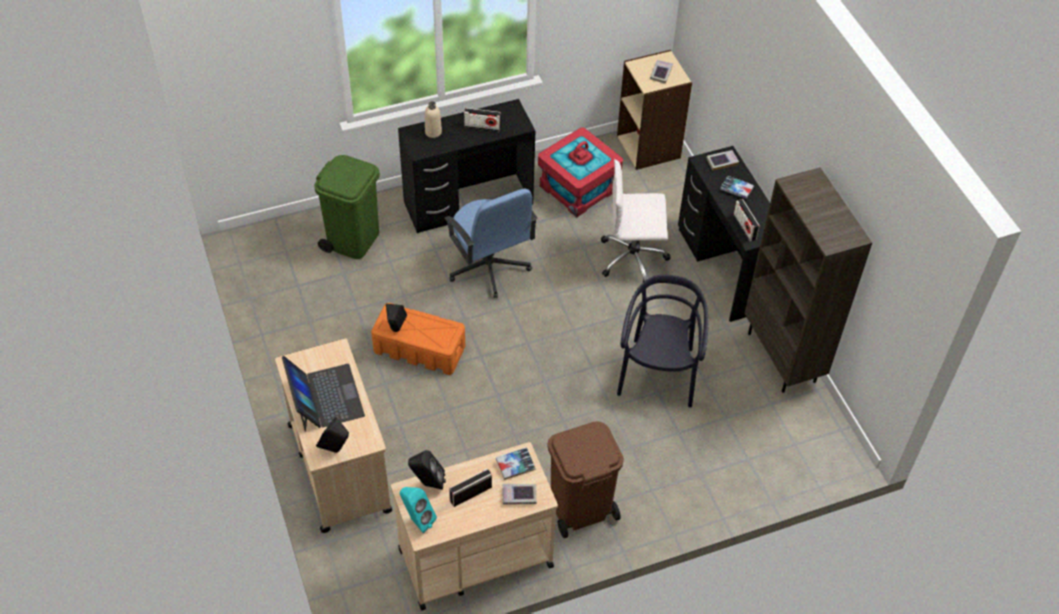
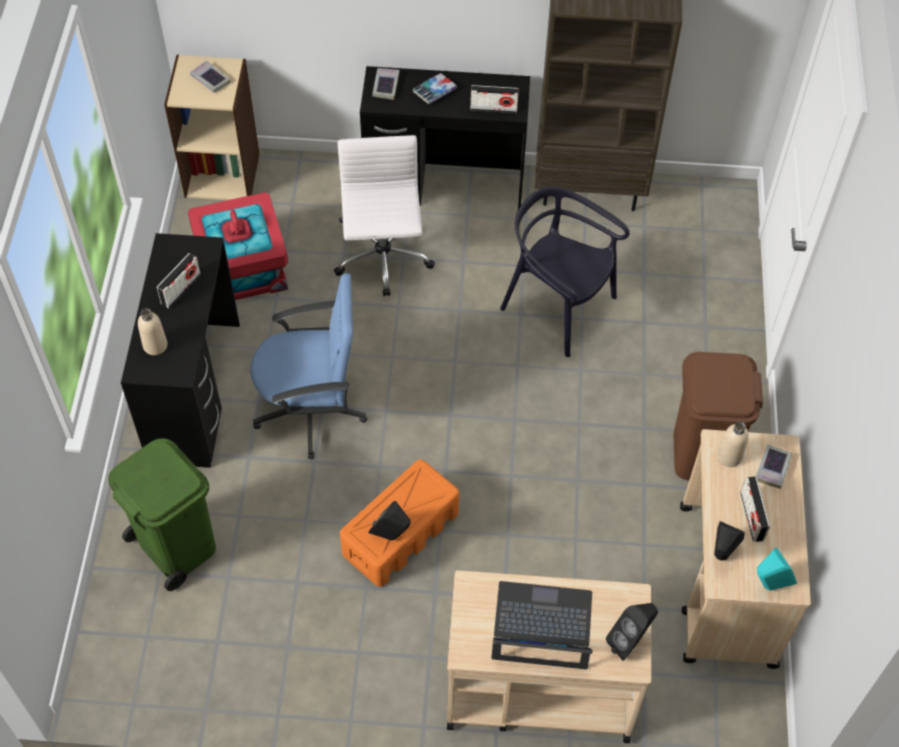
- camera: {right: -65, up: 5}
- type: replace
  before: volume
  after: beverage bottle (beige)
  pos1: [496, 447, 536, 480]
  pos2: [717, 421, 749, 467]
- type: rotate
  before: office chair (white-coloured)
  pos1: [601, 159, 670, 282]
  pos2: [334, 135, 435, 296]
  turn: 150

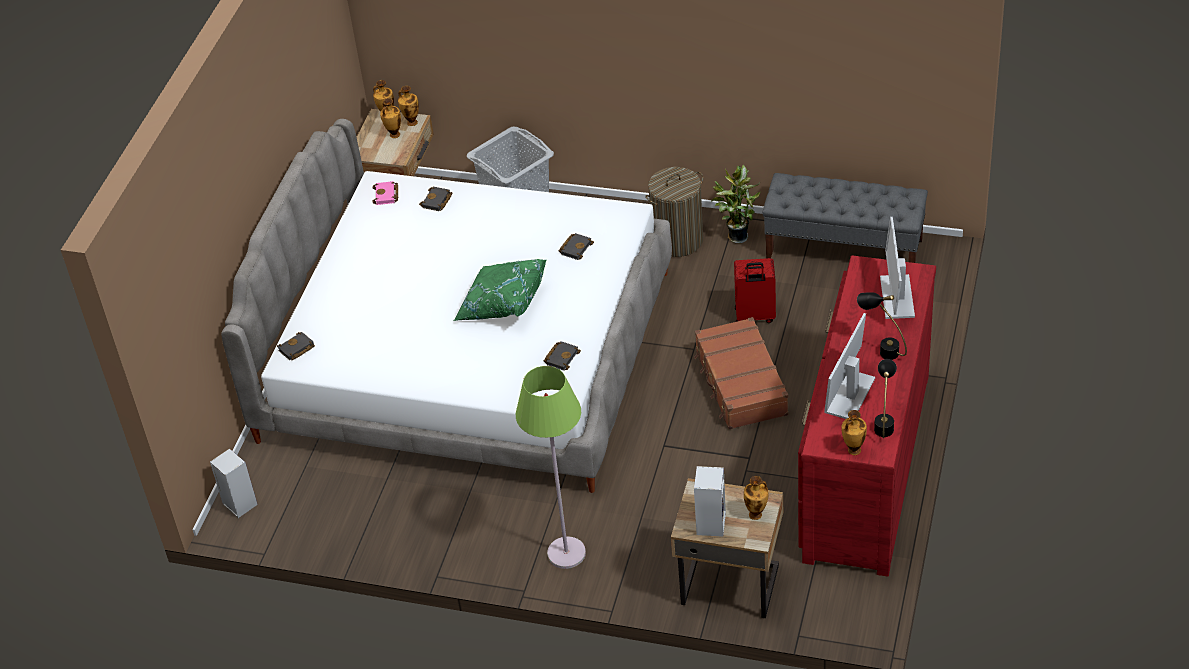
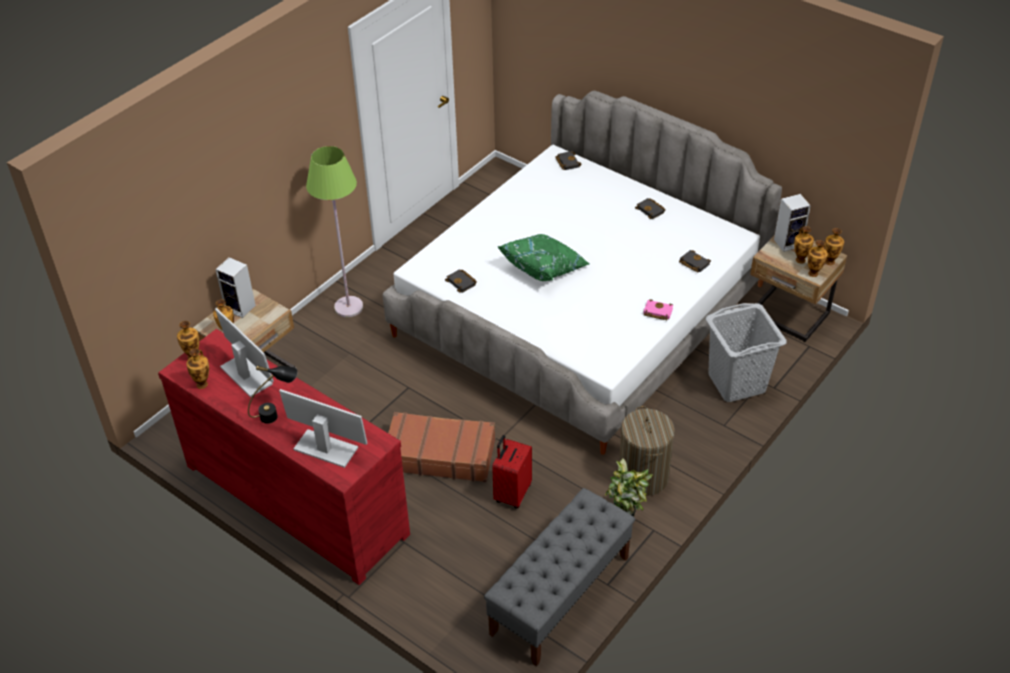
- camera: {right: 110, up: 0}
- type: move
  before: loudspeaker
  pos1: [210, 448, 258, 518]
  pos2: [774, 194, 811, 252]
- type: move
  before: volume (pink-coloured)
  pos1: [373, 181, 398, 205]
  pos2: [643, 299, 673, 320]
- type: move
  before: volume (blackish)
  pos1: [559, 233, 594, 260]
  pos2: [635, 198, 666, 219]
- type: replace
  before: lamp for a table (blackish)
  after: flower vase
  pos1: [874, 359, 897, 438]
  pos2: [186, 348, 209, 389]

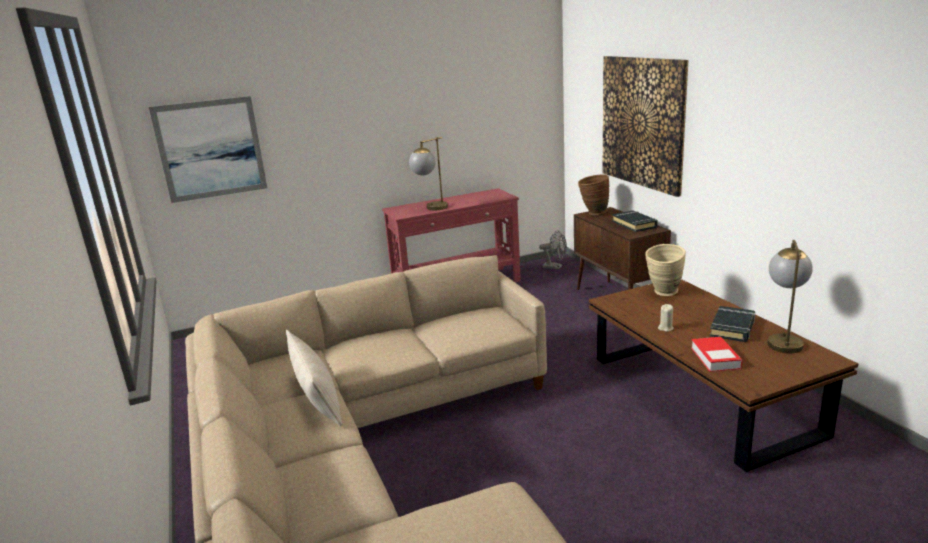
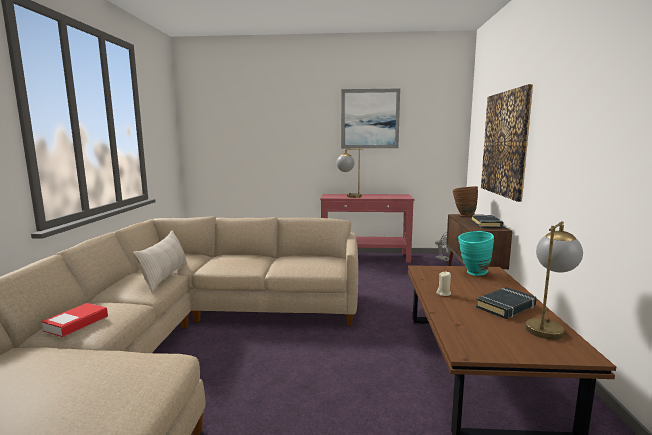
- camera: {right: 25, up: -10}
- type: move
  before: wall art
  pos1: [149, 96, 267, 203]
  pos2: [341, 89, 400, 148]
- type: move
  before: volume
  pos1: [691, 337, 743, 372]
  pos2: [41, 303, 108, 337]
- type: recolor
  before: flower vase (beige)
  after: flower vase (turquoise-coloured)
  pos1: [645, 244, 686, 296]
  pos2: [458, 231, 494, 276]

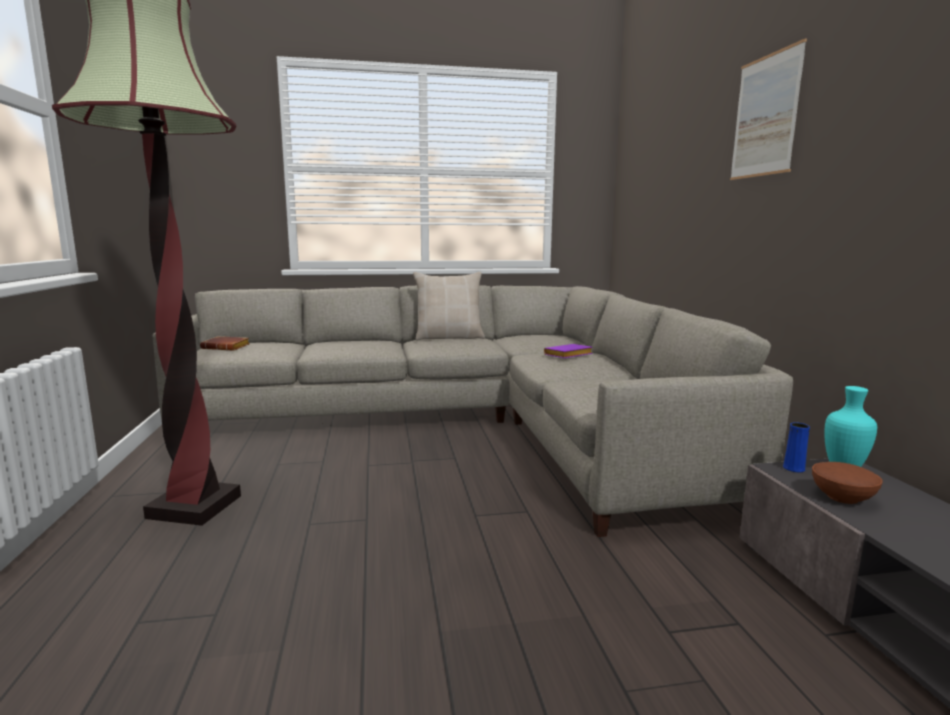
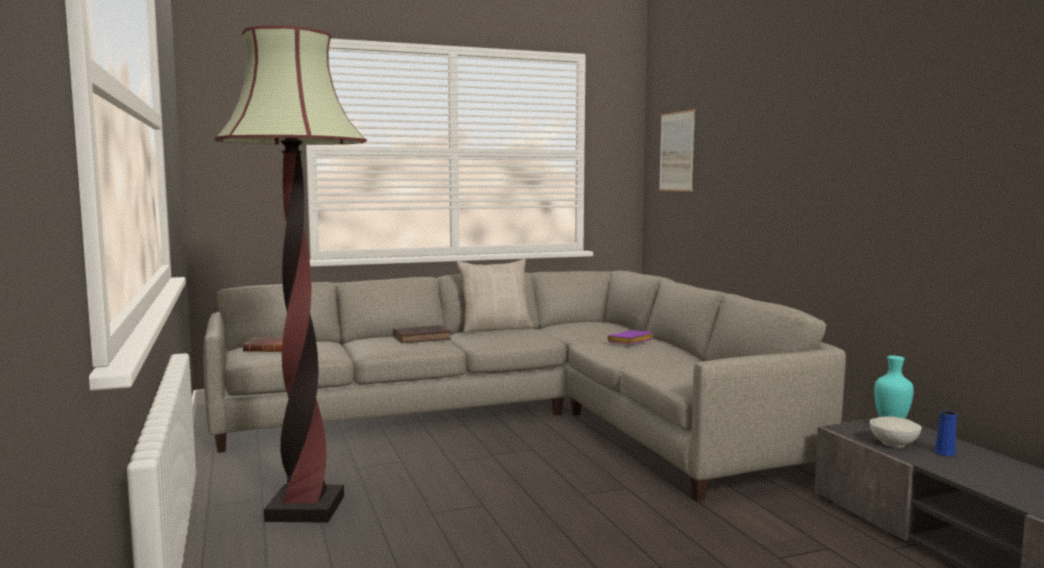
- camera: {right: -10, up: -5}
- type: insert
  after: volume (brown)
  pos2: [393, 325, 451, 343]
- type: move
  before: wall art
  pos1: [730, 38, 807, 180]
  pos2: [659, 109, 695, 192]
- type: move
  before: flower vase (blue-coloured)
  pos1: [783, 422, 810, 472]
  pos2: [935, 410, 957, 456]
- type: recolor
  before: serving bowl (brown)
  after: serving bowl (white-coloured)
  pos1: [812, 462, 883, 504]
  pos2: [870, 416, 921, 448]

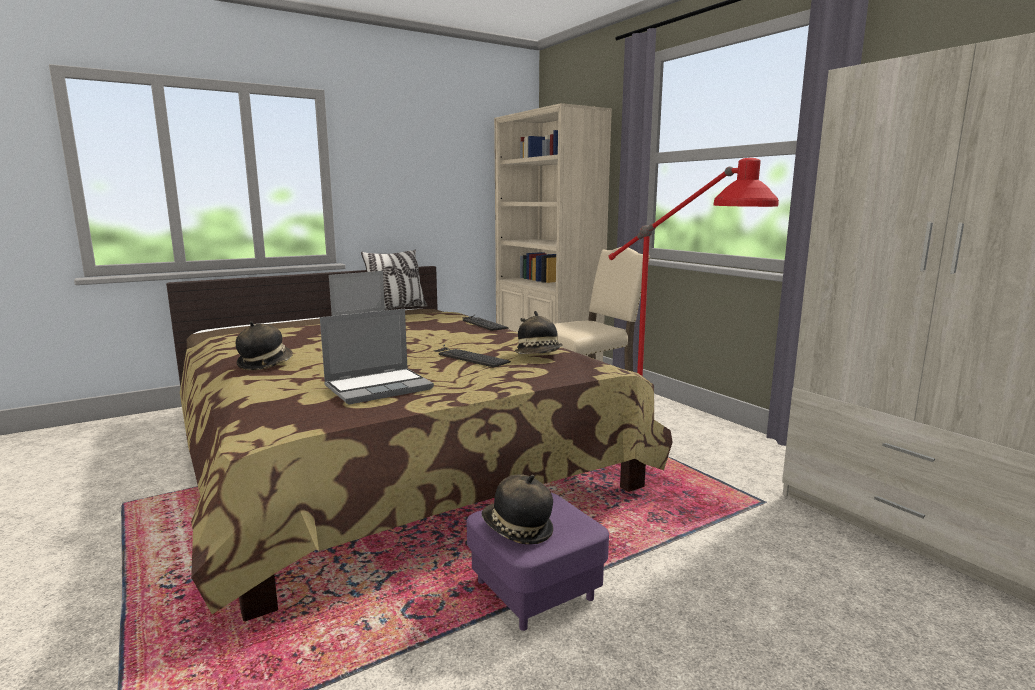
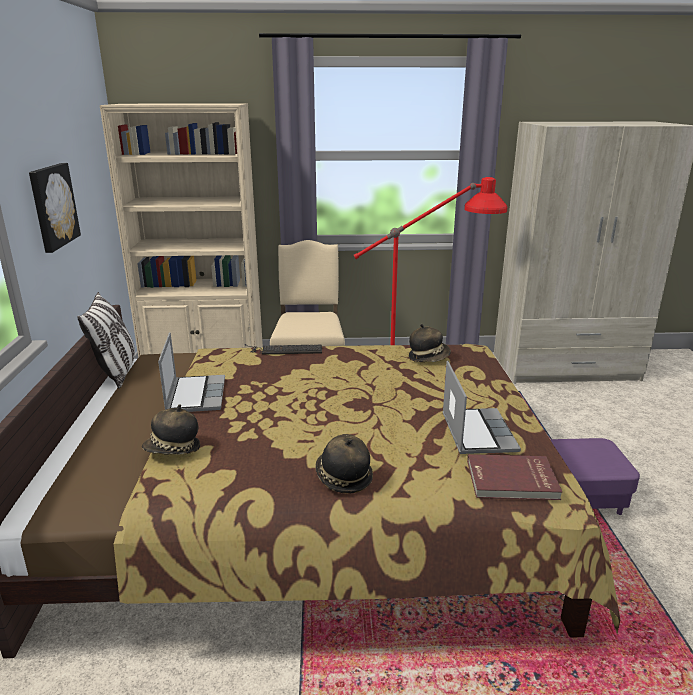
- camera: {right: -60, up: 10}
- type: delete
  before: keyboard
  pos1: [435, 344, 511, 368]
- type: insert
  after: wall art
  pos2: [29, 163, 81, 253]
- type: insert
  after: volume (red-coloured)
  pos2: [467, 454, 563, 500]
- type: move
  before: clothing hat
  pos1: [482, 474, 553, 544]
  pos2: [142, 404, 200, 455]

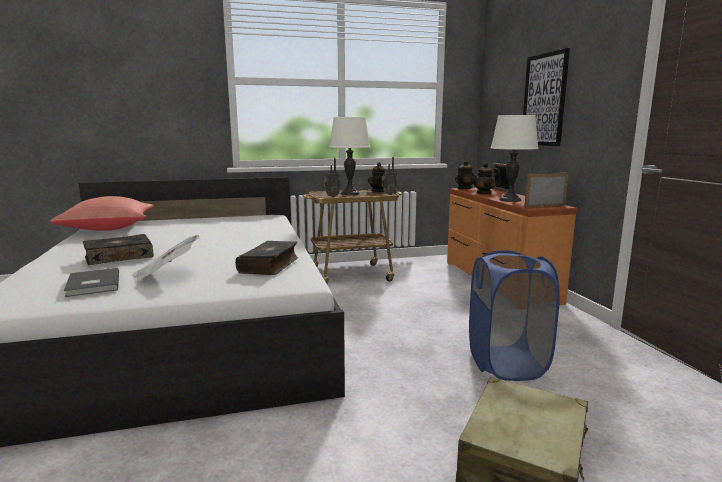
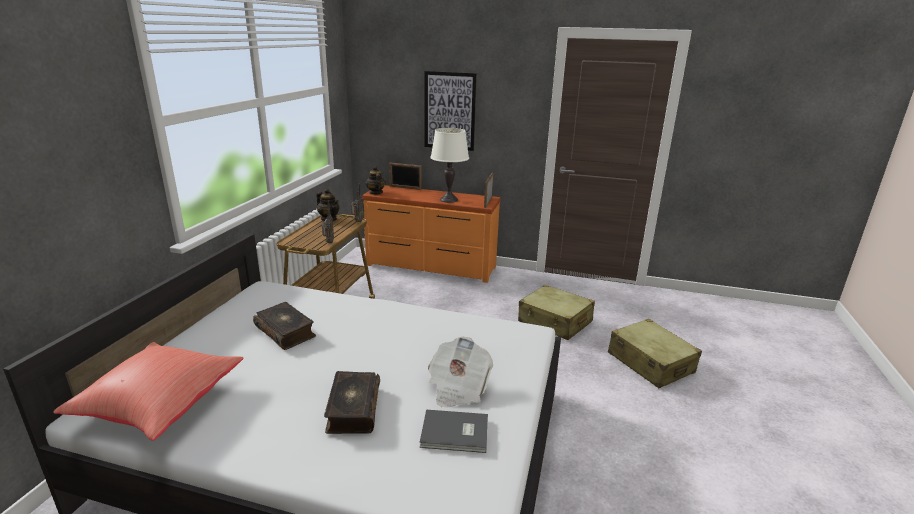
- camera: {right: -60, up: 10}
- type: delete
  before: lamp for a table (white-coloured)
  pos1: [329, 117, 370, 195]
- type: delete
  before: tea pot
  pos1: [469, 163, 501, 194]
- type: move
  before: volume
  pos1: [235, 241, 298, 275]
  pos2: [253, 302, 316, 350]
- type: replace
  before: laundry basket (blue-coloured)
  after: suitcase (beige)
  pos1: [469, 250, 560, 381]
  pos2: [518, 285, 595, 340]

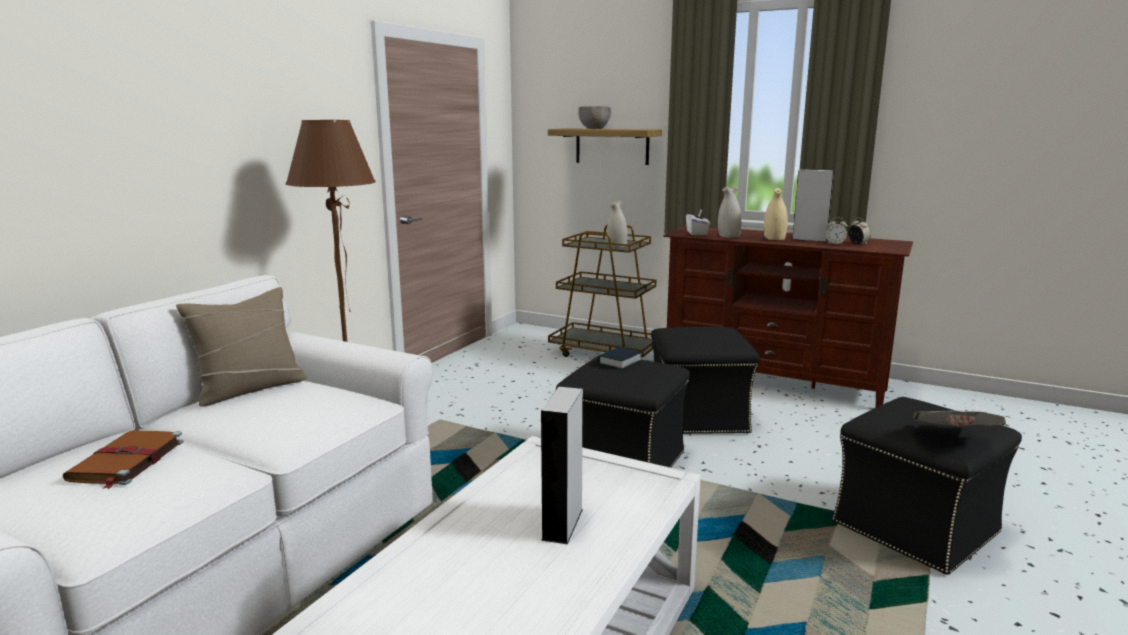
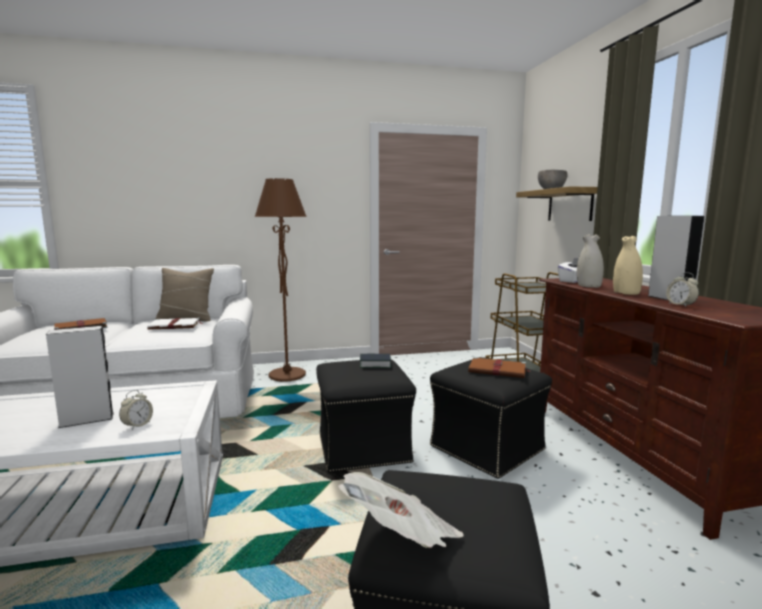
- camera: {right: 50, up: -5}
- type: delete
  before: flower vase (white-coloured)
  pos1: [607, 201, 628, 248]
- type: insert
  after: volume (white-coloured)
  pos2: [147, 317, 203, 330]
- type: insert
  after: volume (brown)
  pos2: [468, 357, 530, 378]
- type: move
  before: alarm clock
  pos1: [849, 218, 871, 244]
  pos2: [119, 390, 153, 430]

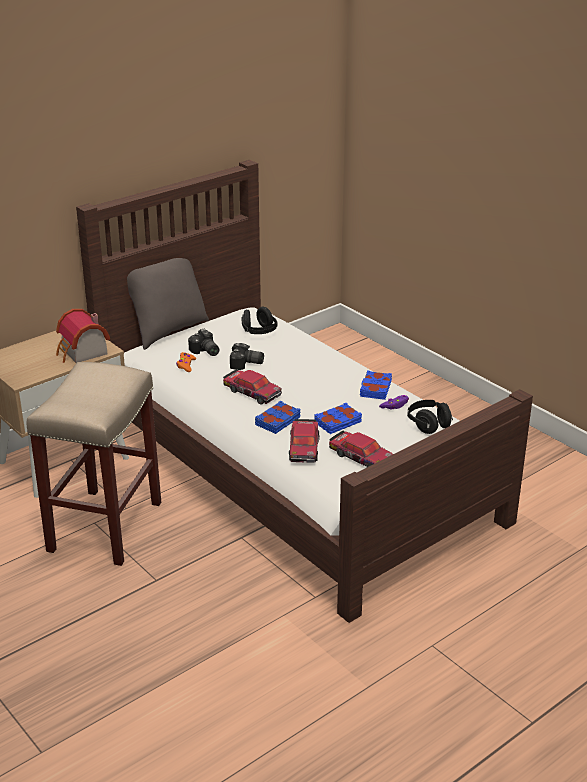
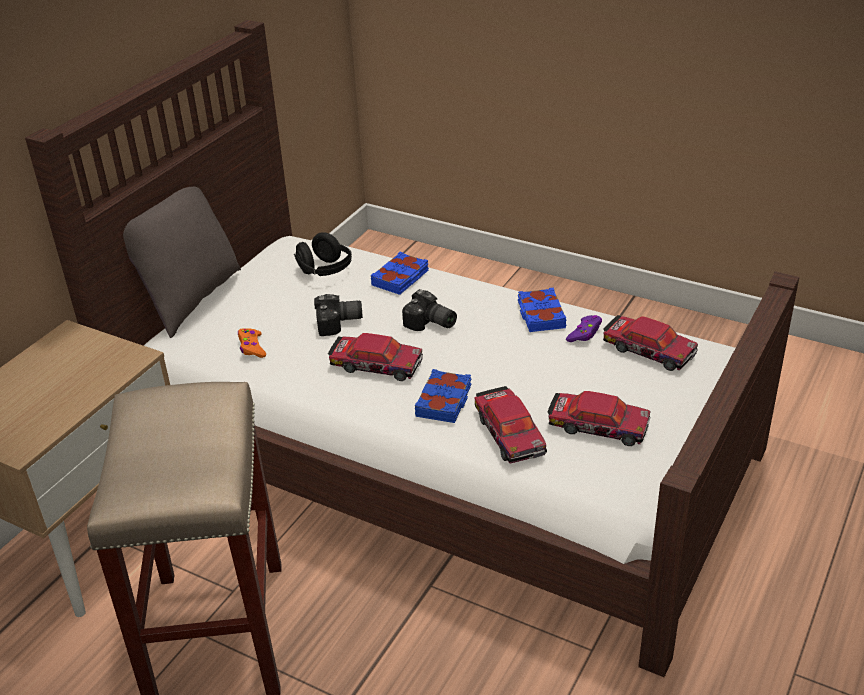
- camera: {right: -20, up: 5}
- type: delete
  before: model house
  pos1: [56, 309, 110, 363]
- type: move
  before: still camera
  pos1: [188, 329, 219, 356]
  pos2: [402, 289, 457, 331]
- type: move
  before: volume (blue-coloured)
  pos1: [314, 403, 362, 434]
  pos2: [371, 252, 429, 295]
- type: replace
  before: headphones (blackish)
  after: model car
  pos1: [407, 400, 453, 434]
  pos2: [603, 315, 698, 371]

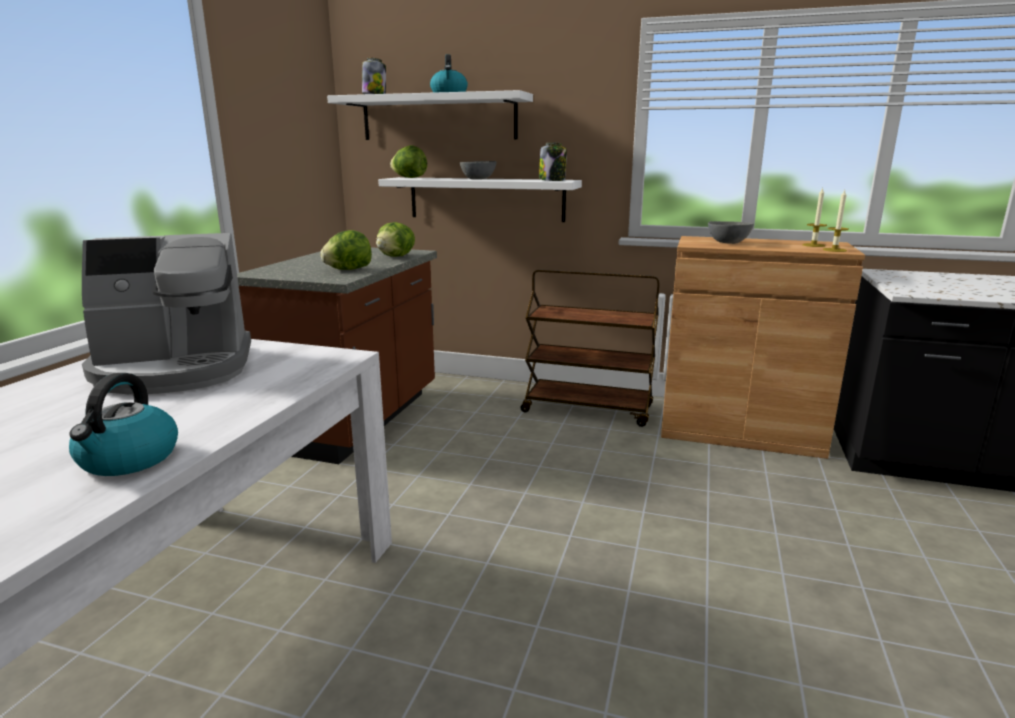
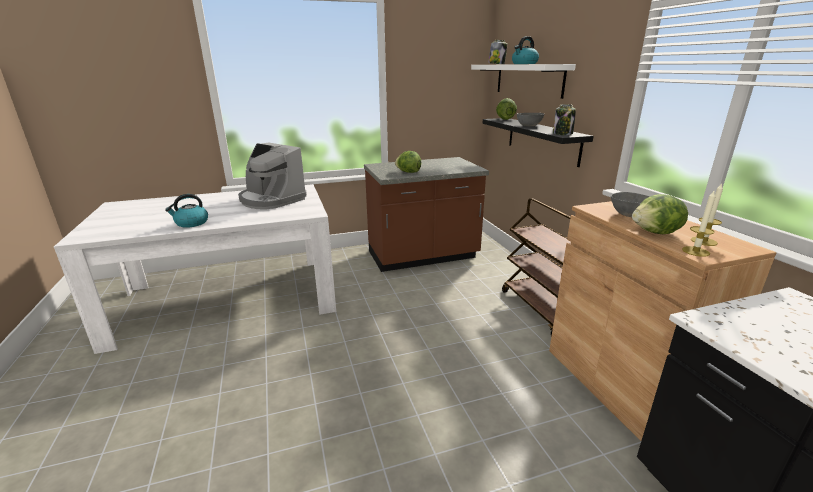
- camera: {right: 55, up: 5}
- type: move
  before: head of lettuce
  pos1: [376, 222, 415, 257]
  pos2: [632, 194, 688, 234]
- type: recolor
  before: wall shelf (white-coloured)
  after: wall shelf (blackish)
  pos1: [378, 177, 582, 222]
  pos2: [482, 118, 594, 167]

